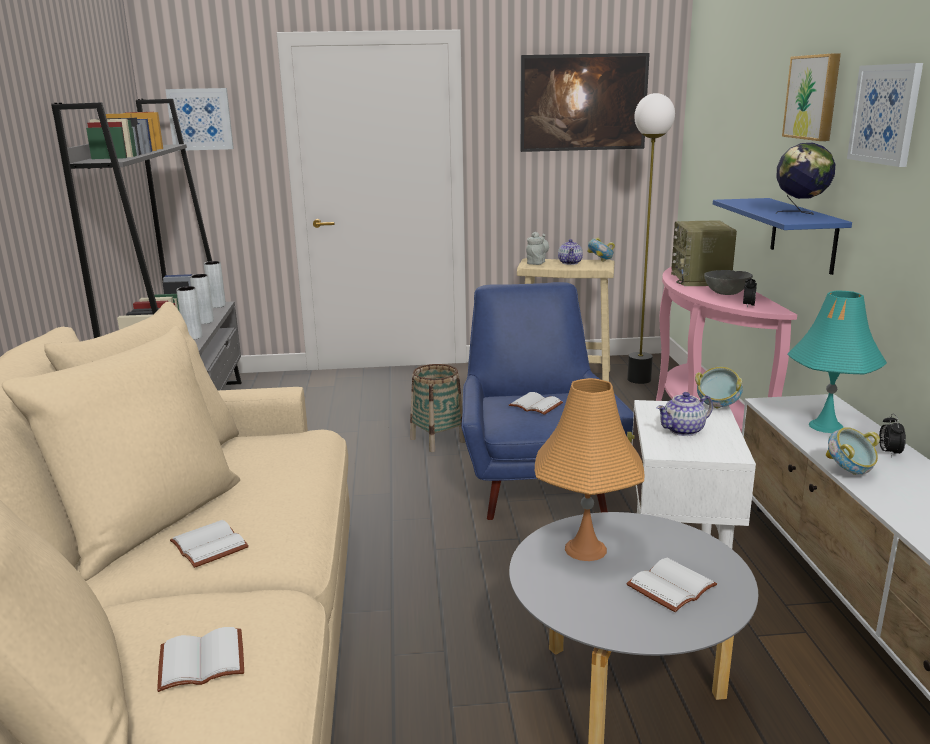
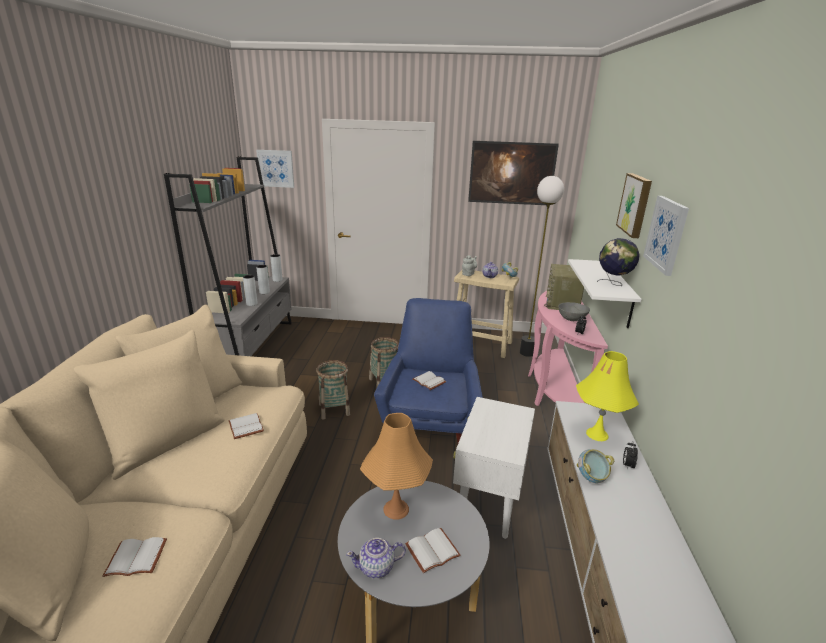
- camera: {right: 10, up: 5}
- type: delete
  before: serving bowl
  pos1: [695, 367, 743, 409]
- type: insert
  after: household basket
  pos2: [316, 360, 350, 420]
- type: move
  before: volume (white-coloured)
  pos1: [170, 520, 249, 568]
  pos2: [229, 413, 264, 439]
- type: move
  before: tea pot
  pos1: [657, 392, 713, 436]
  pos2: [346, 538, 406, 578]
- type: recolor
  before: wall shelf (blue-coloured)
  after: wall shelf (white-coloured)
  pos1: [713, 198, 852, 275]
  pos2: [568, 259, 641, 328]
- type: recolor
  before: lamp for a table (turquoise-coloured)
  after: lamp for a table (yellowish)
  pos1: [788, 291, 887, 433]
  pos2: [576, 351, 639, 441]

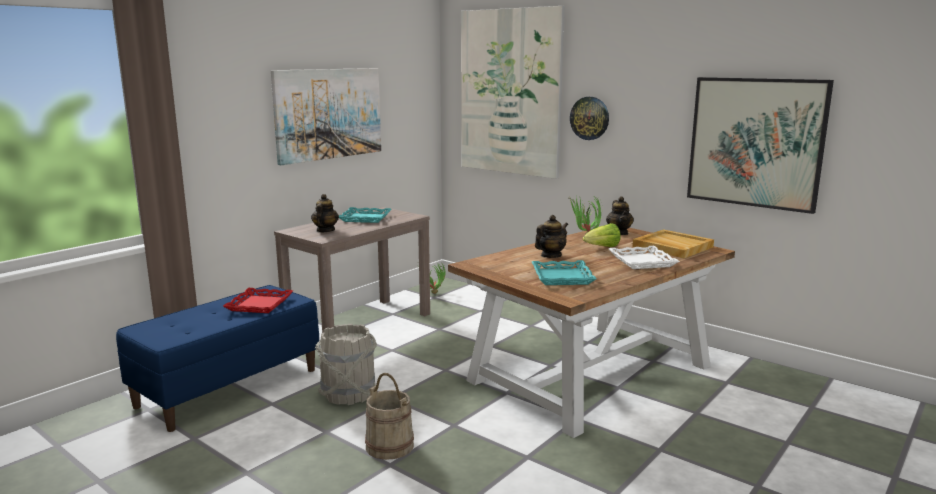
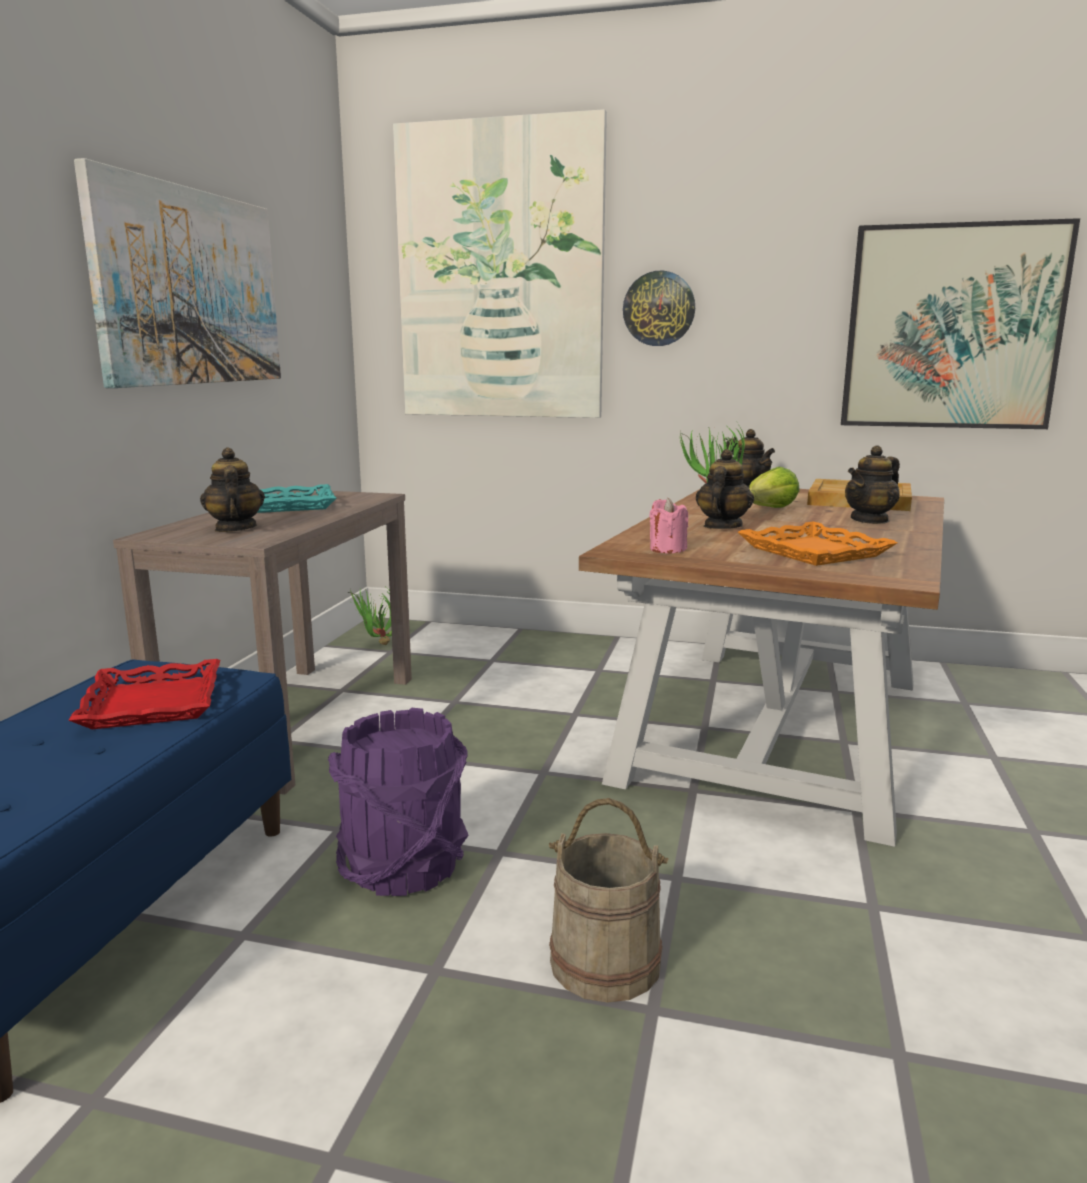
- camera: {right: -25, up: 0}
- type: insert
  after: candle (pink-coloured)
  pos2: [649, 498, 688, 553]
- type: replace
  before: tray (white-coloured)
  after: tea pot
  pos1: [609, 246, 680, 269]
  pos2: [845, 445, 900, 524]
- type: recolor
  before: water bucket (gray)
  after: water bucket (purple)
  pos1: [315, 324, 377, 405]
  pos2: [328, 708, 469, 896]
- type: recolor
  before: tray (turquoise-coloured)
  after: tray (orangey)
  pos1: [532, 260, 597, 285]
  pos2: [738, 522, 897, 566]

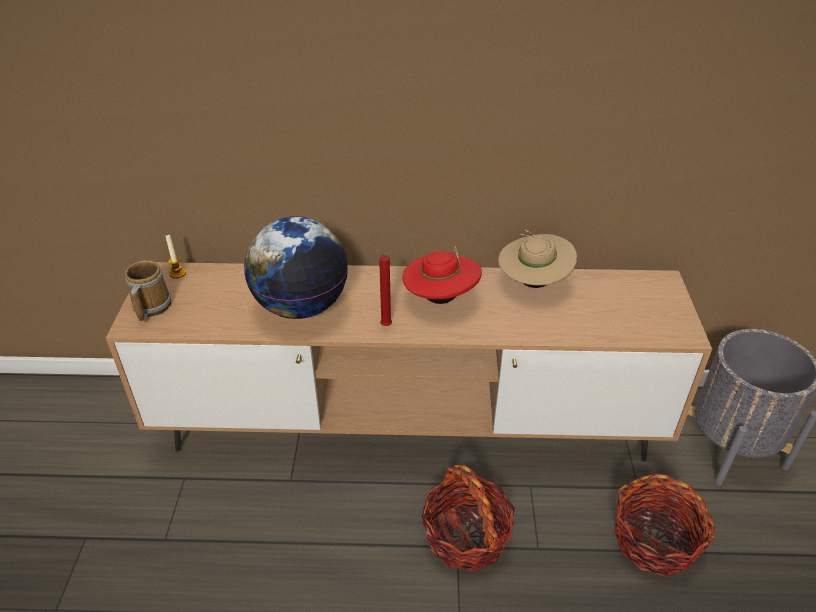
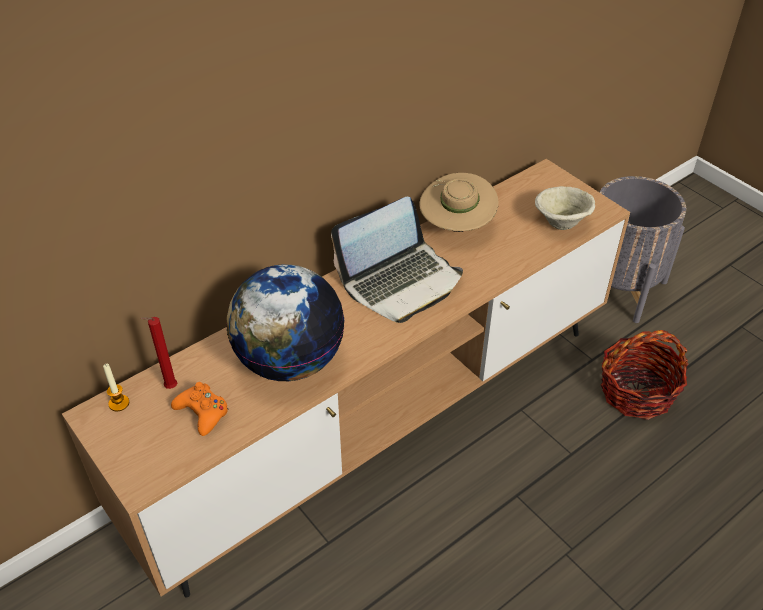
- camera: {right: -40, up: 5}
- type: delete
  before: mug
  pos1: [125, 260, 172, 322]
- type: delete
  before: household basket
  pos1: [421, 465, 515, 572]
- type: insert
  after: joypad (orangey)
  pos2: [171, 382, 229, 436]
- type: insert
  after: serving bowl (beige)
  pos2: [535, 186, 595, 230]
- type: move
  before: candle (red-coloured)
  pos1: [374, 250, 392, 326]
  pos2: [140, 317, 177, 389]
- type: replace
  before: clothing hat (red-coloured)
  after: notebook computer
  pos1: [402, 245, 482, 304]
  pos2: [331, 197, 463, 323]

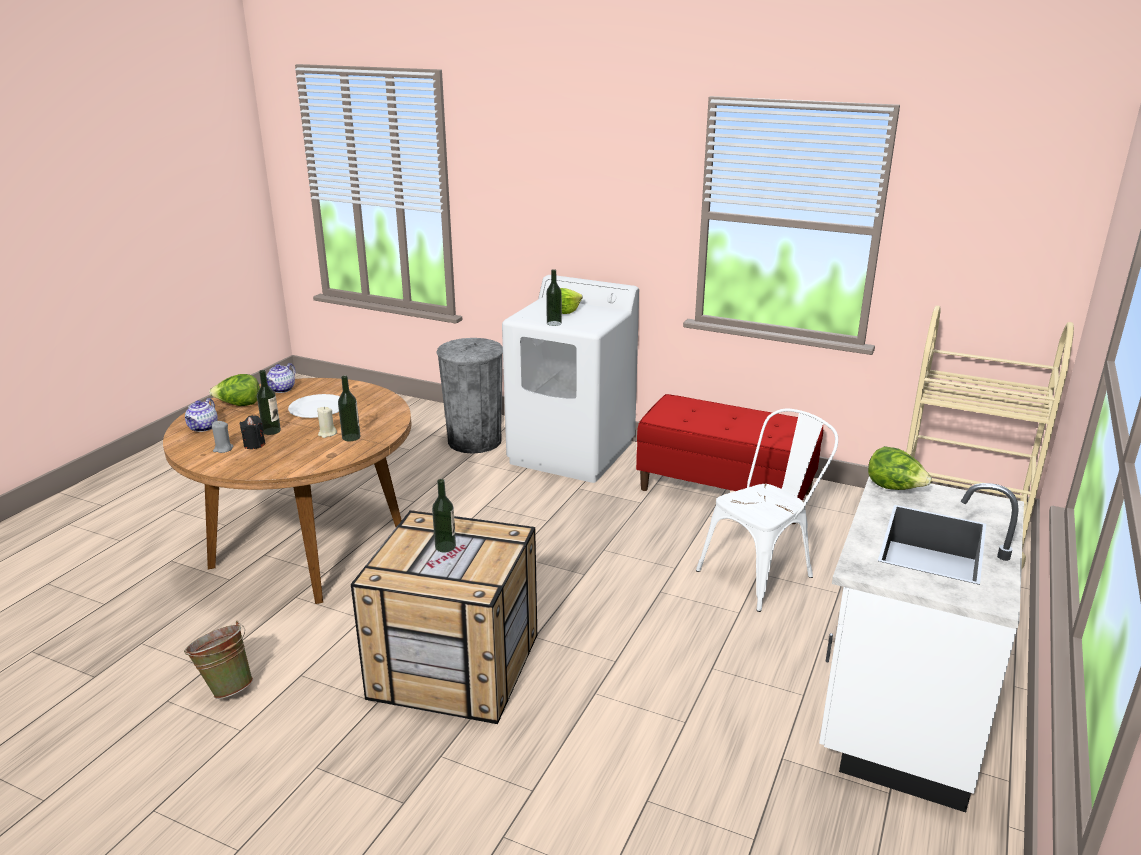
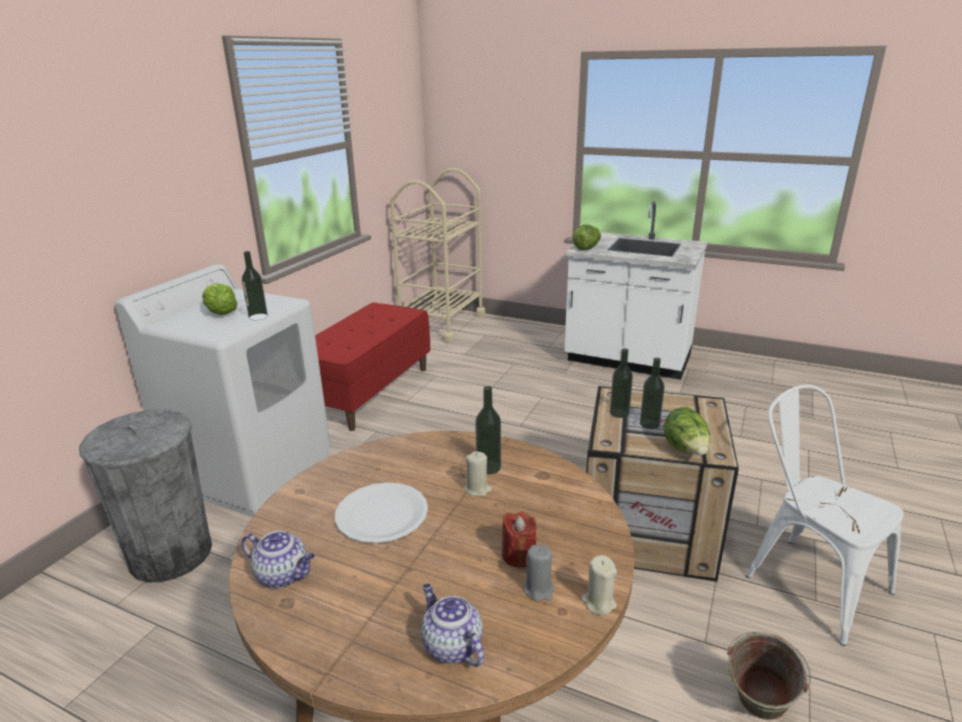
- camera: {right: -90, up: 0}
- type: insert
  after: candle (beige)
  pos2: [581, 555, 617, 615]
- type: move
  before: head of lettuce
  pos1: [209, 374, 260, 406]
  pos2: [664, 407, 710, 455]
- type: move
  before: beverage bottle
  pos1: [257, 370, 281, 435]
  pos2: [610, 348, 633, 418]
- type: move
  before: upright chair (white-coloured)
  pos1: [696, 409, 838, 612]
  pos2: [746, 385, 904, 646]
- type: recolor
  before: candle (blackish)
  after: candle (red-coloured)
  pos1: [239, 415, 265, 449]
  pos2: [502, 512, 537, 567]
- type: rotate
  before: tea pot
  pos1: [185, 398, 218, 432]
  pos2: [421, 584, 484, 667]
  turn: -135

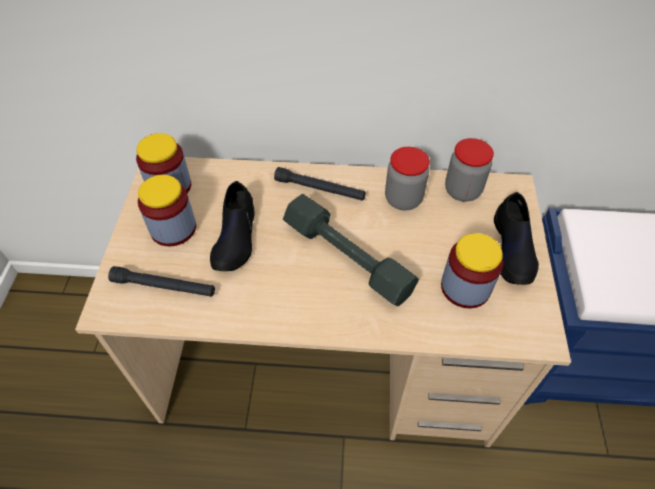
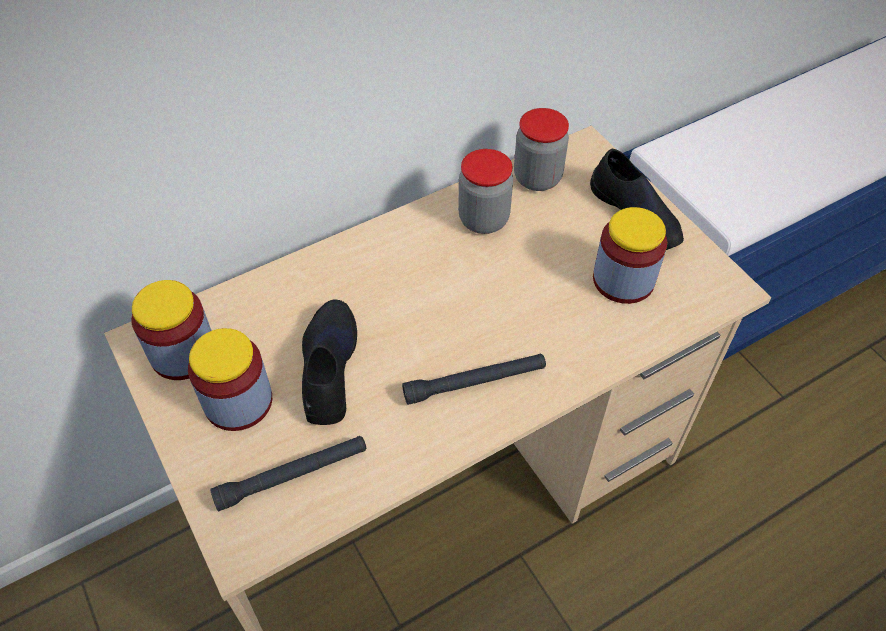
- camera: {right: -35, up: 0}
- type: delete
  before: dumbbell (gray)
  pos1: [283, 194, 419, 306]
- type: move
  before: torch (blackish)
  pos1: [274, 167, 366, 201]
  pos2: [402, 354, 546, 405]
- type: rotate
  before: shoe (blackish)
  pos1: [210, 181, 255, 271]
  pos2: [302, 300, 357, 425]
  turn: -150

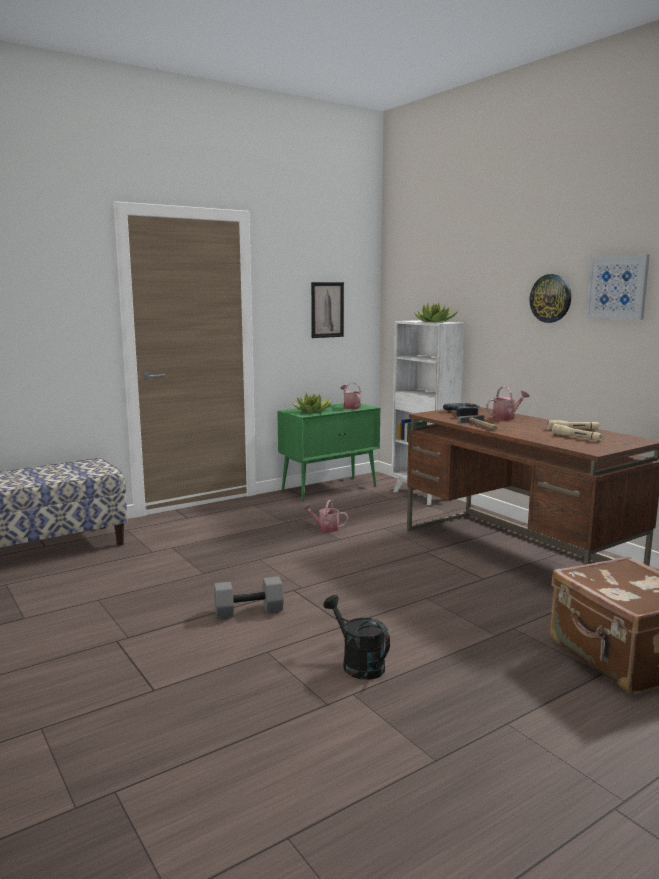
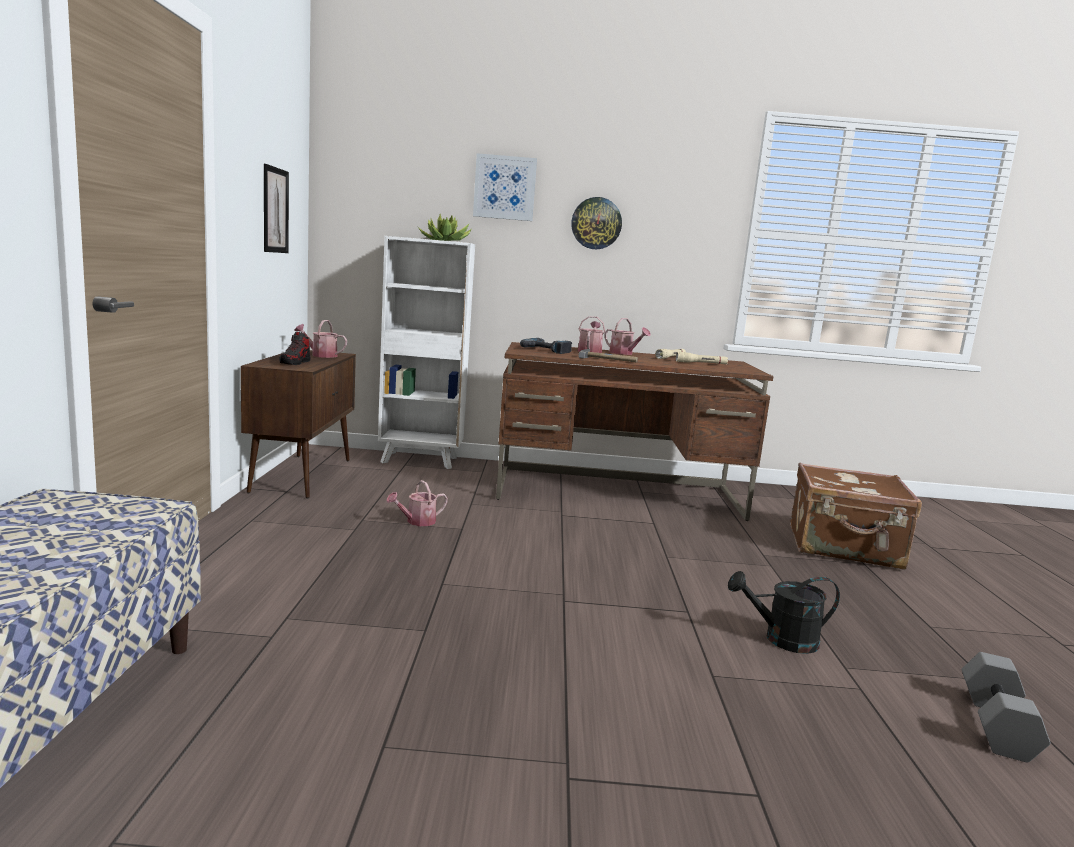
- camera: {right: -55, up: 0}
- type: insert
  after: watering pot
  pos2: [604, 318, 651, 355]
- type: move
  before: dumbbell (gray)
  pos1: [214, 577, 284, 618]
  pos2: [962, 652, 1050, 763]
- type: move
  before: wall art
  pos1: [585, 254, 650, 320]
  pos2: [473, 153, 537, 221]
- type: replace
  before: potted plant
  after: shoe
  pos1: [292, 392, 331, 412]
  pos2: [279, 332, 311, 365]
- type: recolor
  before: cupboard (green-coloured)
  after: cupboard (brown)
  pos1: [277, 403, 380, 501]
  pos2: [241, 350, 356, 499]

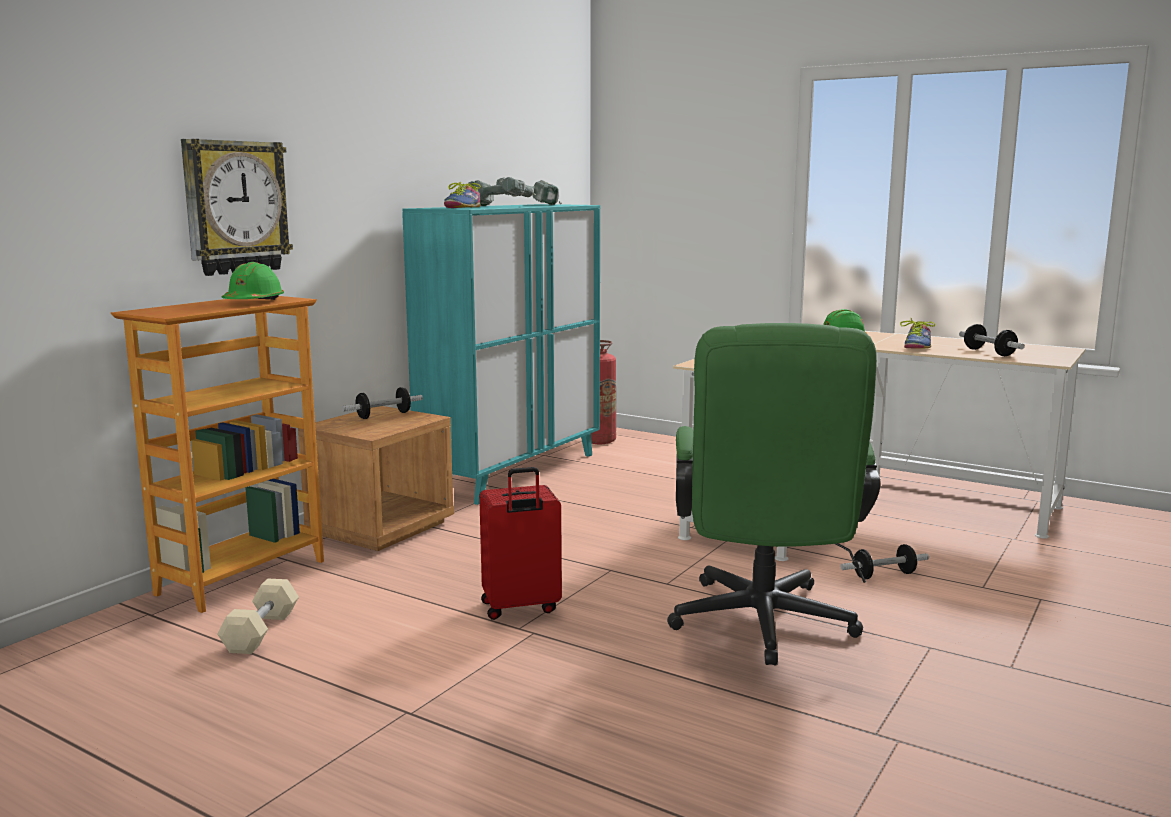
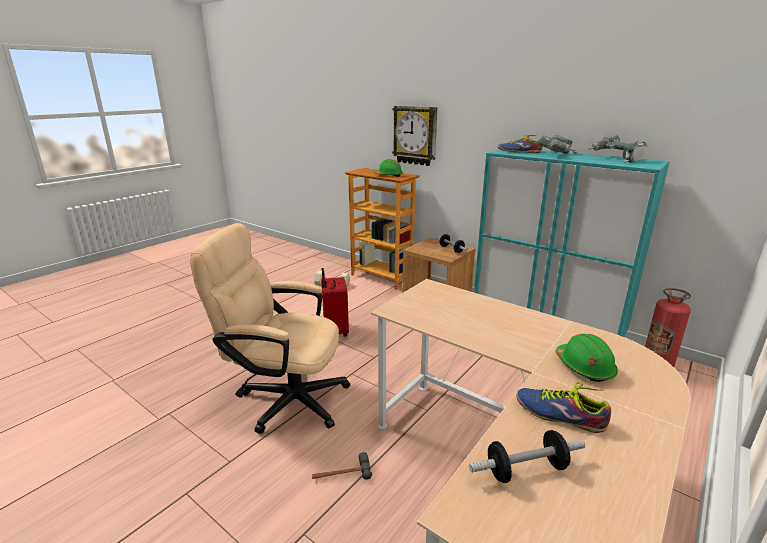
- camera: {right: 95, up: 10}
- type: replace
  before: dumbbell
  after: hammer
  pos1: [840, 544, 929, 579]
  pos2: [312, 452, 372, 480]
- type: recolor
  before: office chair (green-coloured)
  after: office chair (beige)
  pos1: [667, 323, 881, 665]
  pos2: [190, 223, 350, 434]

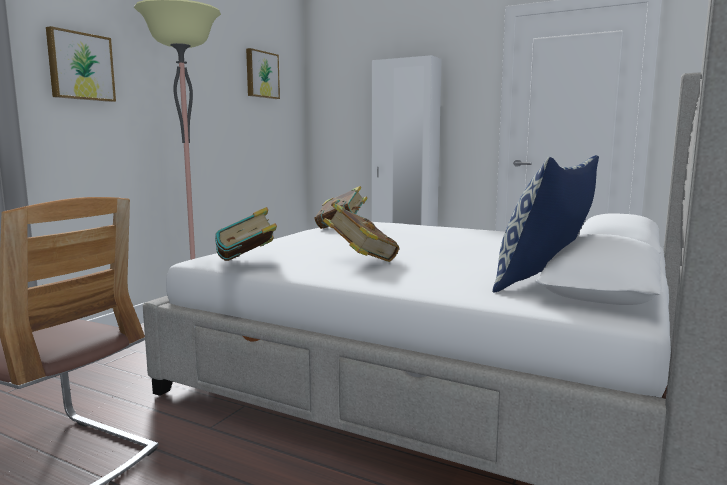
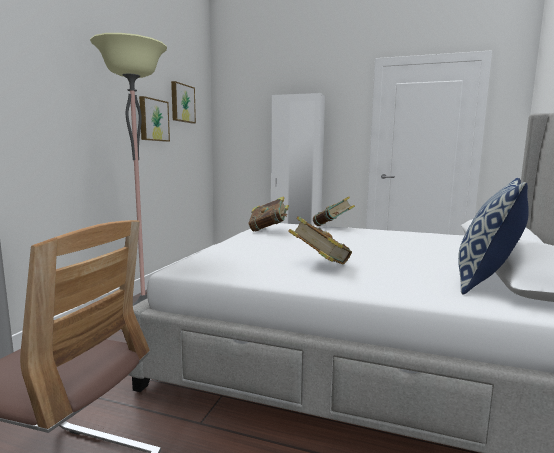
- camera: {right: -10, up: 0}
- type: move
  before: wall art
  pos1: [46, 26, 116, 102]
  pos2: [139, 96, 170, 142]
- type: move
  before: volume
  pos1: [215, 207, 277, 261]
  pos2: [313, 196, 355, 226]

